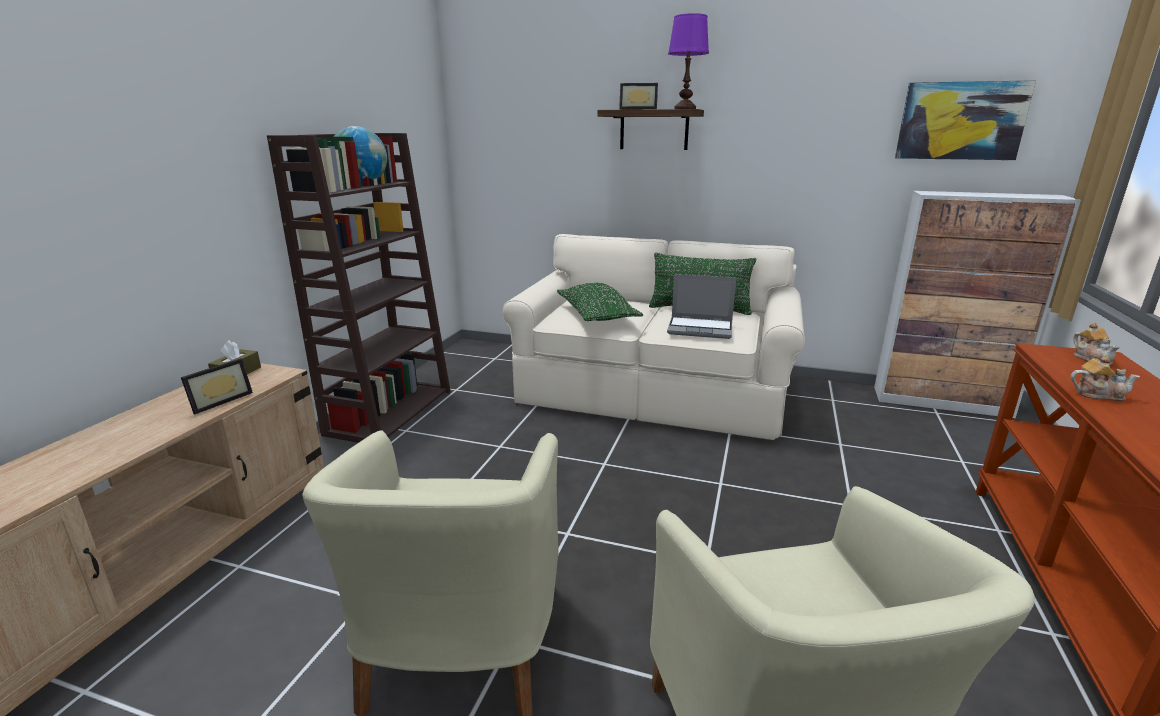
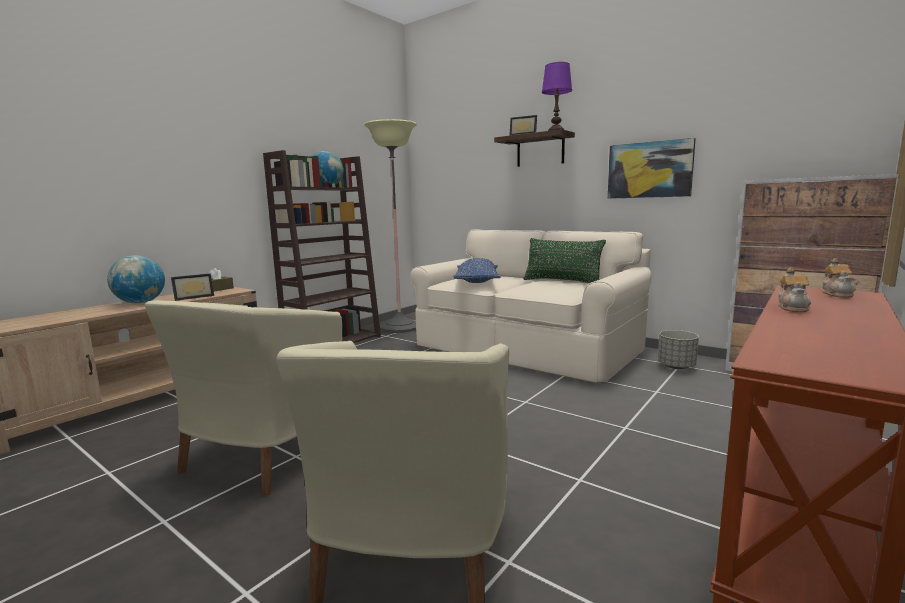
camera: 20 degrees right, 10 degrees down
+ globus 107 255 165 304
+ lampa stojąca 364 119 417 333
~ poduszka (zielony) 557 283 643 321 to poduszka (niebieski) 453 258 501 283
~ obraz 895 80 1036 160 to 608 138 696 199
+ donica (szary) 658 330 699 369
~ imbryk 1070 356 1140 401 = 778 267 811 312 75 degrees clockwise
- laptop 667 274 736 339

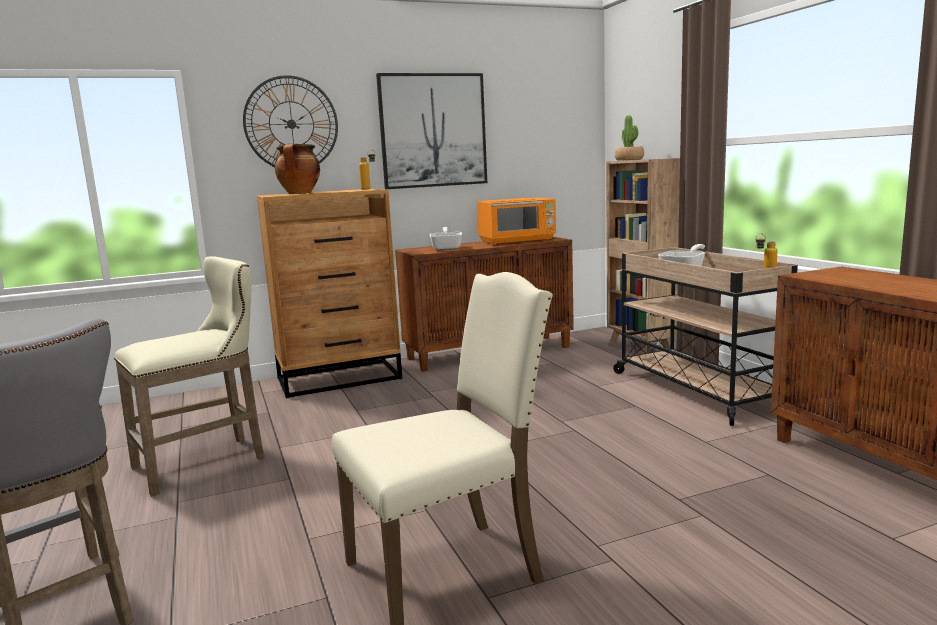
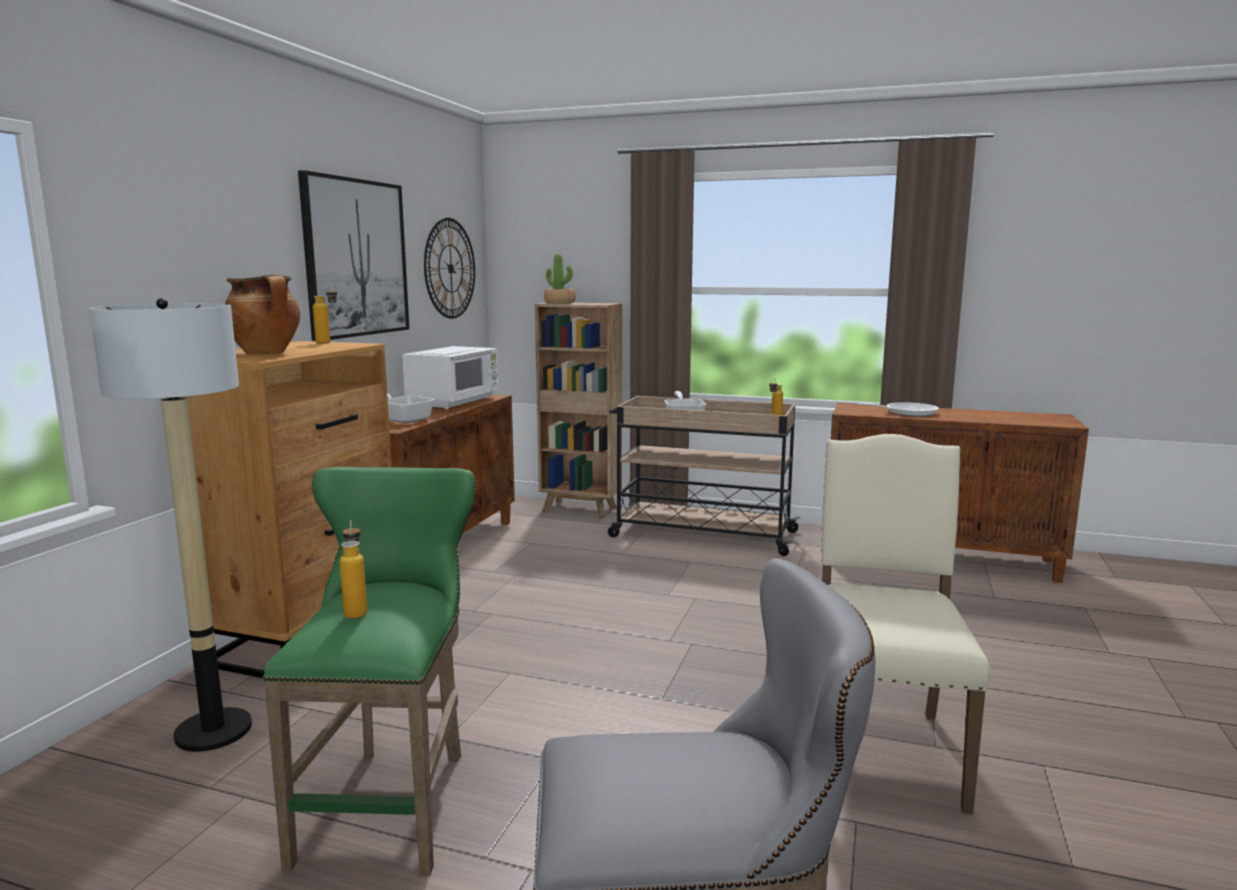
camera: 50 degrees left, 0 degrees up
+ lampa stojąca 89 298 252 752
~ stołek (beżowy) 114 256 264 497 to stołek (zielony) 263 467 476 876
+ butelka 340 520 367 619
~ mikrofalówka (pomarańczowy) 477 198 556 245 to mikrofalówka (biały) 402 346 499 409
~ zegar ścienny 243 75 338 167 to 424 218 475 319
+ patelnia 858 402 939 417

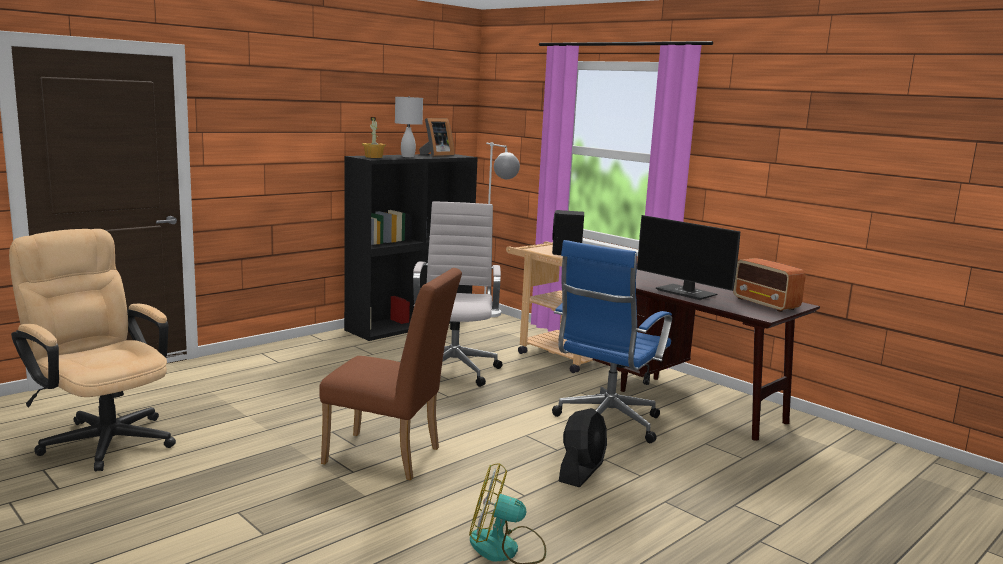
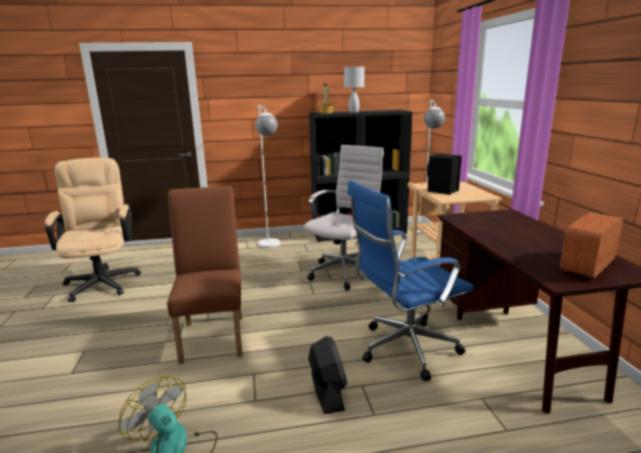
camera: 35 degrees right, 5 degrees up
~ krzesło (brązowy) 319 268 462 480 = 167 186 243 364 150 degrees counterclockwise
+ lampa stojąca (biały) 255 105 281 248
~ wentylator (czarny) 559 408 607 487 = 308 336 347 414 75 degrees counterclockwise
~ radio 733 258 806 312 = 560 212 623 279 45 degrees clockwise
- ramka na zdjęcie 419 118 455 157
- monitor 637 215 740 300

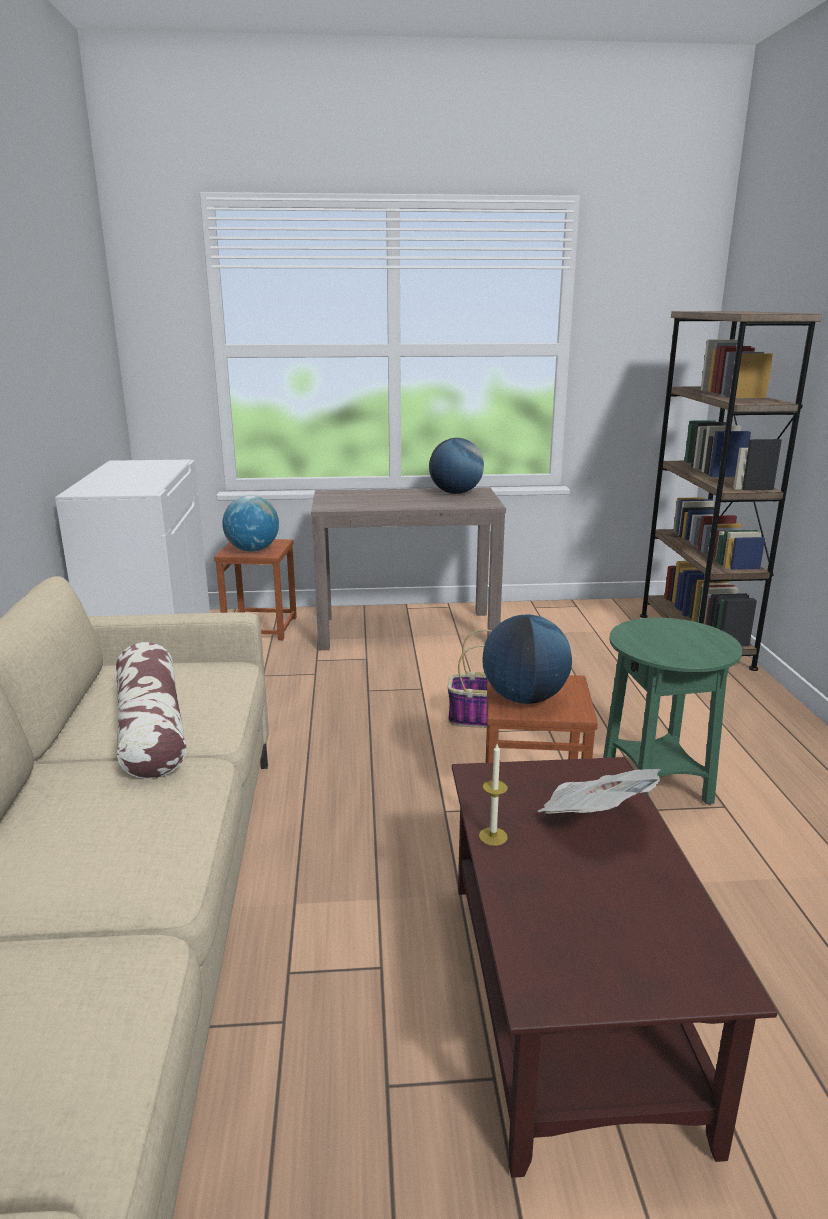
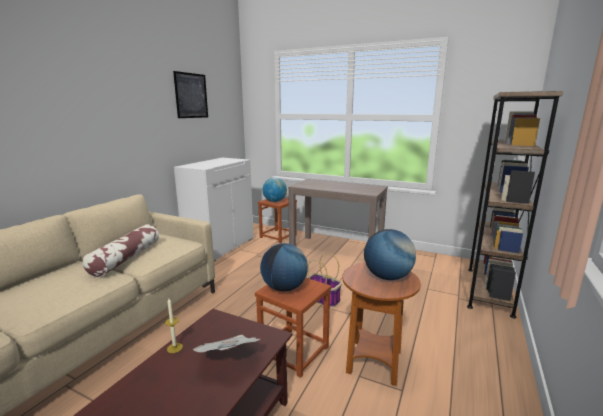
camera: 30 degrees right, 5 degrees down
+ obraz 173 71 208 118
~ stolik (zielony) 603 618 742 804 to stolik (brązowy) 342 262 421 386
~ globus 429 438 484 494 to 364 229 416 280

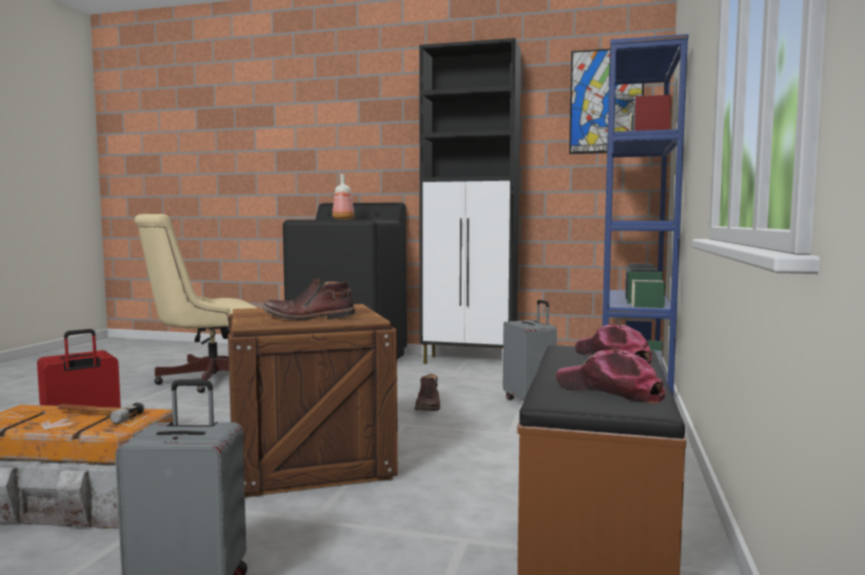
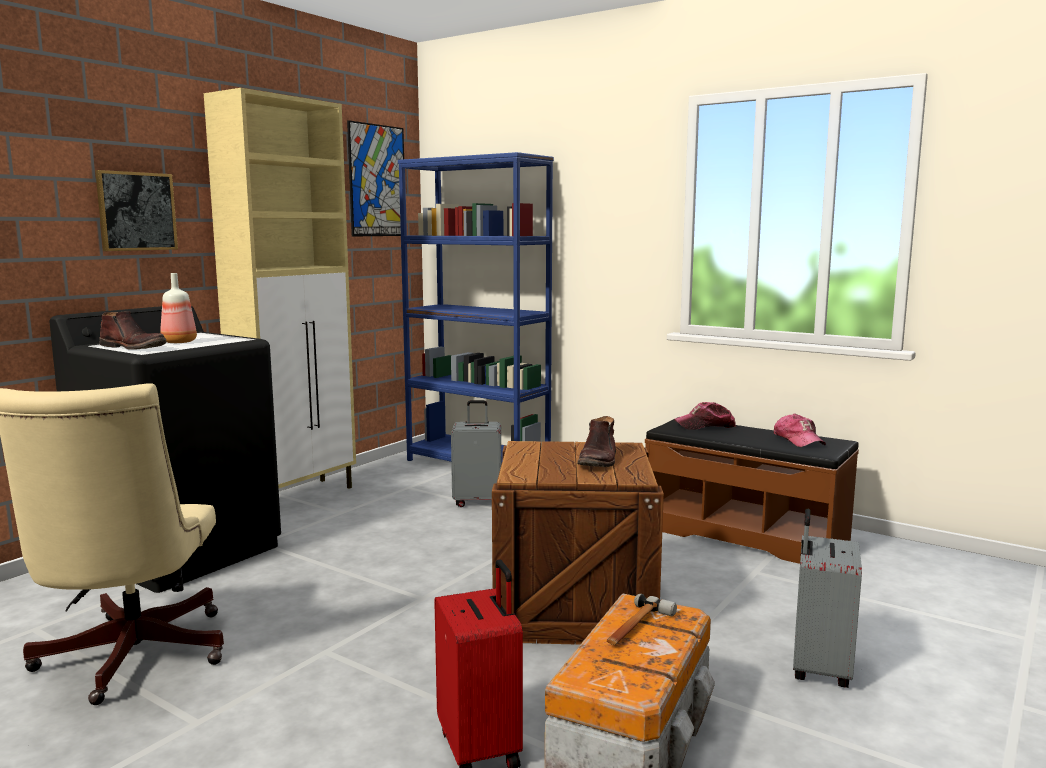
camera: 70 degrees left, 5 degrees up
+ obraz 95 170 178 251
~ but z cholewką (brązowy) 414 374 440 411 to 99 311 167 350
~ szafka (czarny) 419 38 521 364 to szafka (beżowy) 204 88 356 489
~ czapka z daszkiem 556 350 666 403 = 774 414 826 447 75 degrees counterclockwise

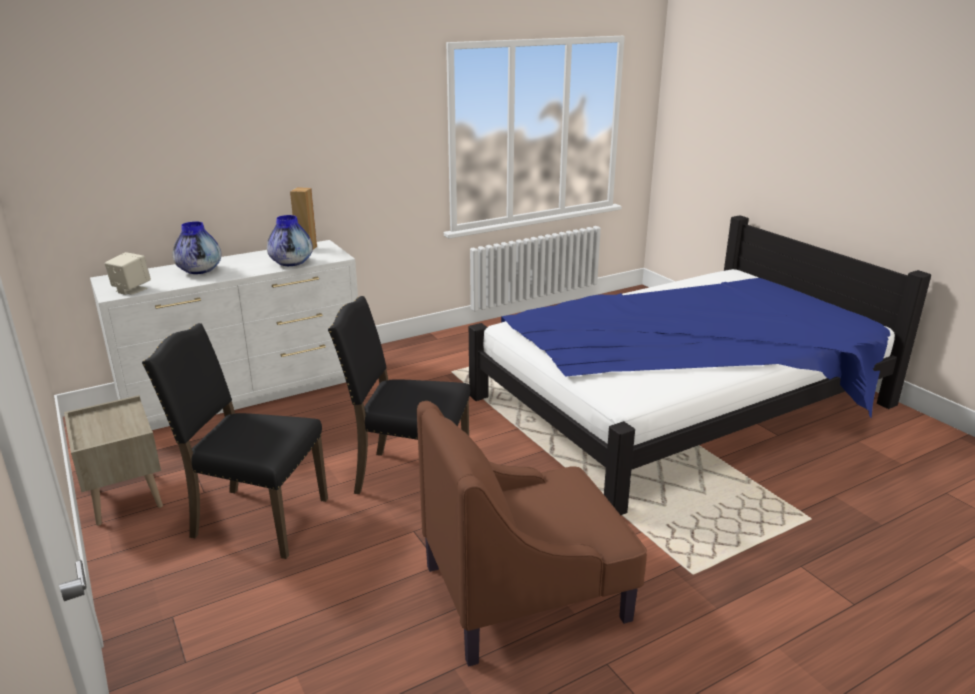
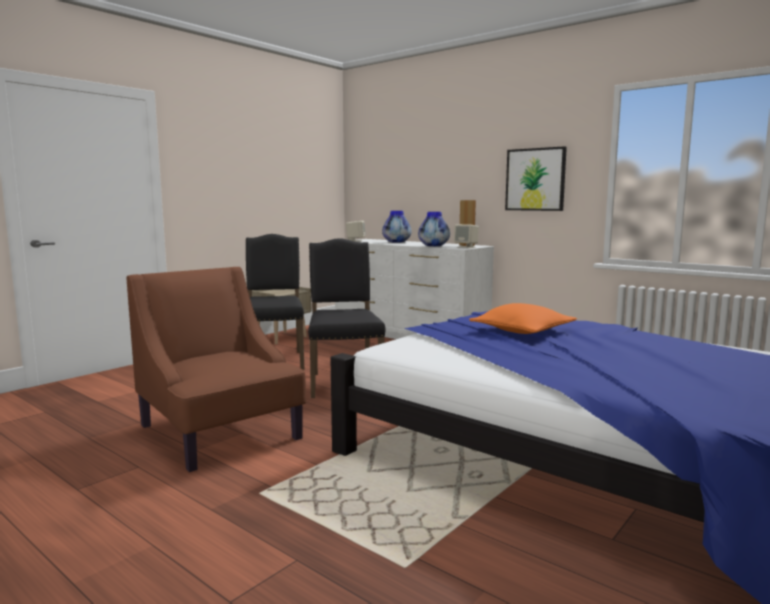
camera: 70 degrees right, 15 degrees down
+ głośnik (beżowy) 454 224 479 248
+ poduszka (pomarańczowy) 469 303 577 334
+ obraz 505 146 567 211

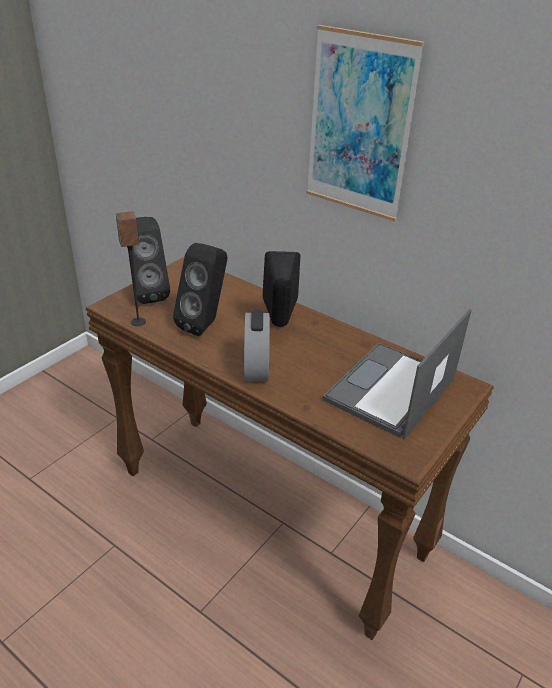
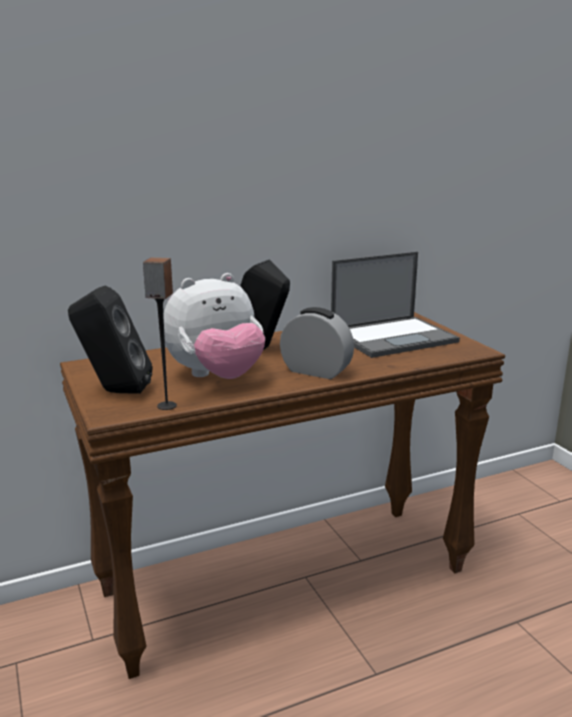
camera: 60 degrees left, 15 degrees down
~ głośnik (czarny) 173 243 228 336 to pluszak 163 273 265 379
~ laptop 322 309 471 439 = 331 251 460 358 90 degrees counterclockwise
- obraz 306 25 425 222

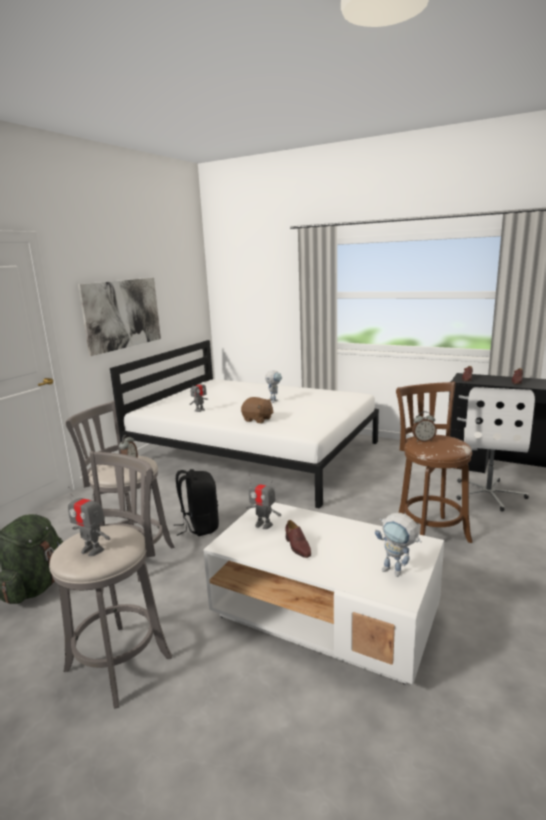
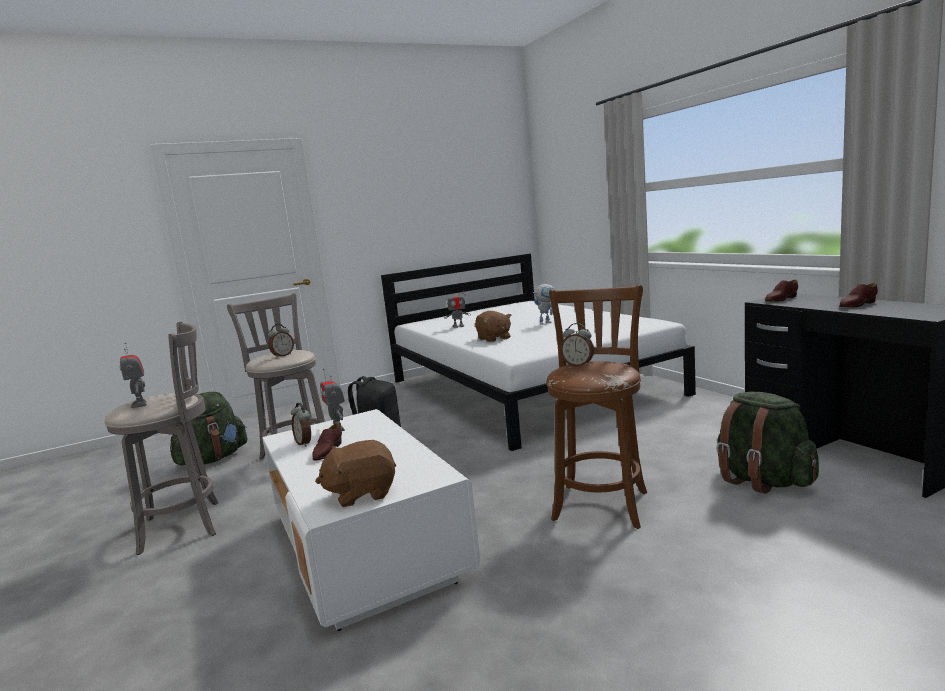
camera: 35 degrees right, 5 degrees down
+ budzik 291 403 311 447
~ robot zabawkowy 375 513 422 577 to pluszak (brązowy) 315 440 396 507
~ krzesło biurowe (biały) 457 387 535 512 to plecak (zielony) 717 392 819 494
- obraz 78 278 161 356

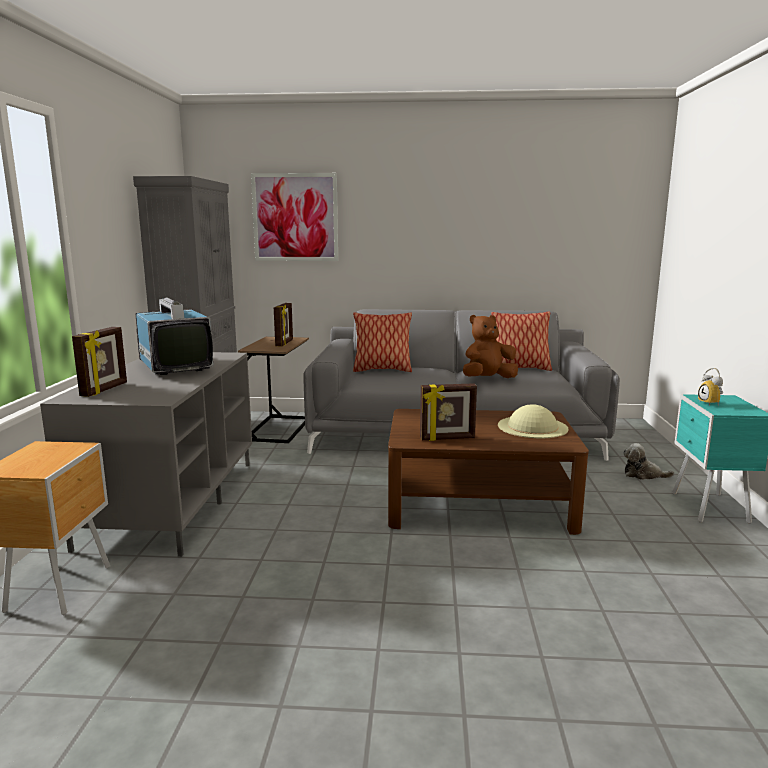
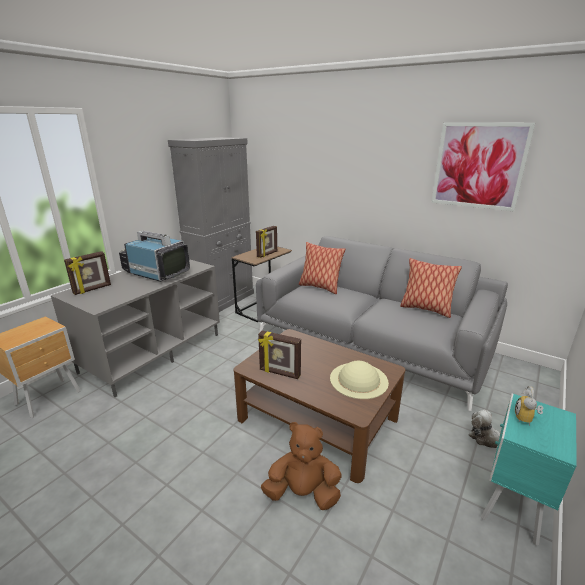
camera: 30 degrees right, 10 degrees up
~ telewizor 135 297 213 375 = 119 231 190 282 60 degrees counterclockwise
~ pluszak (brązowy) 463 315 518 378 to 261 422 342 510
~ obraz 251 173 338 261 to 431 122 535 211

